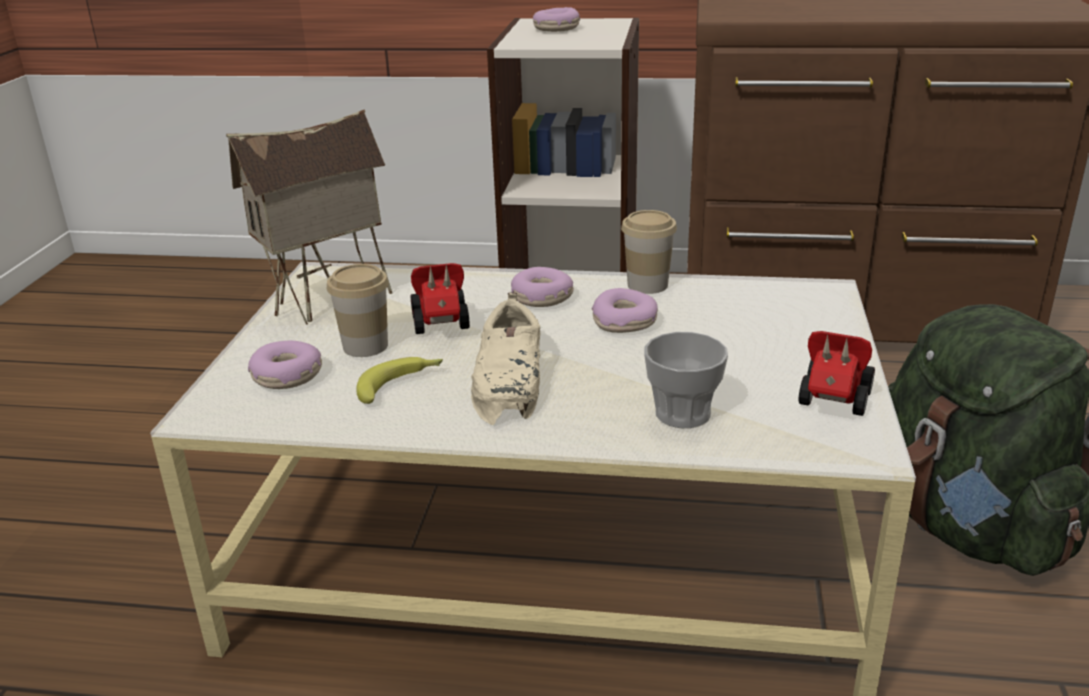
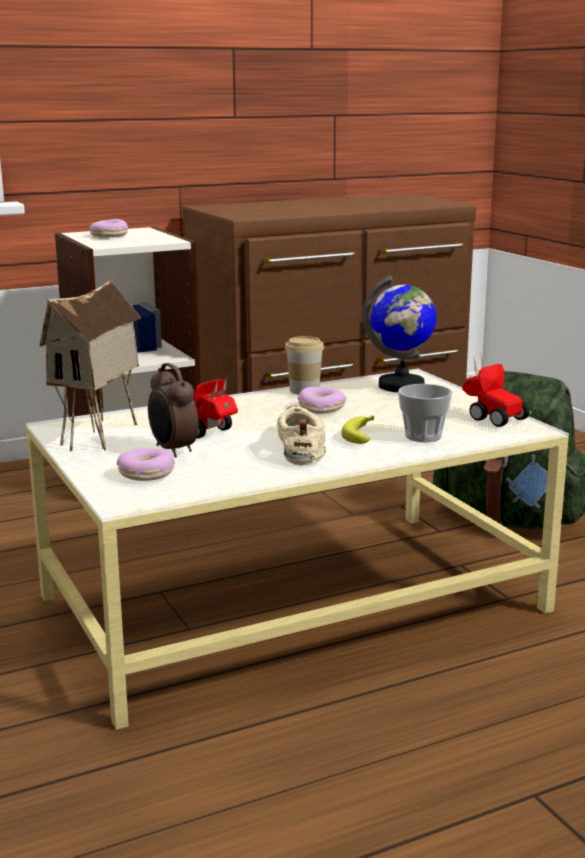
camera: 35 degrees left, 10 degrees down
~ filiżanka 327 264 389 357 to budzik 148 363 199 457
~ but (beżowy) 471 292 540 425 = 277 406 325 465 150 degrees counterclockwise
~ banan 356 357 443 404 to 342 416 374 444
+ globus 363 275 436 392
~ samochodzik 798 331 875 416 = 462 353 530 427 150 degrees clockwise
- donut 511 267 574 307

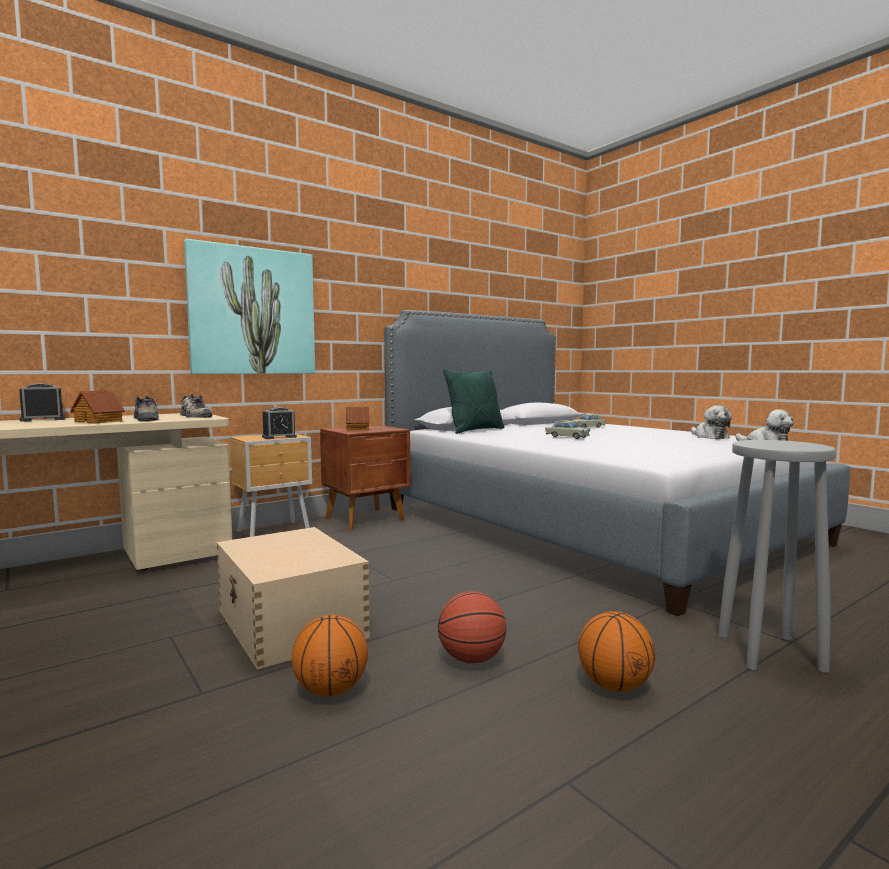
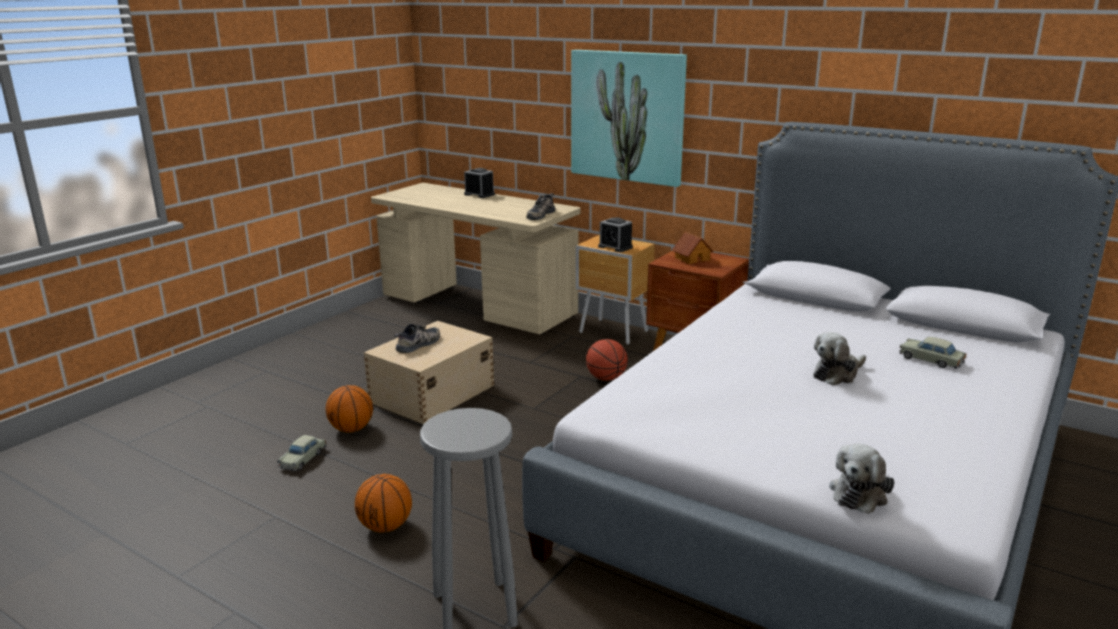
camera: 70 degrees right, 15 degrees up
~ samochodzik (beżowy) 545 420 590 439 to 277 435 326 471
~ but 134 396 159 421 to 394 324 440 353
~ piłka do koszykówki 438 591 506 664 to 586 339 628 381
~ pluszak 691 405 732 439 to 813 332 866 385
- domek 70 390 125 424
- poduszka (zielony) 443 369 504 434

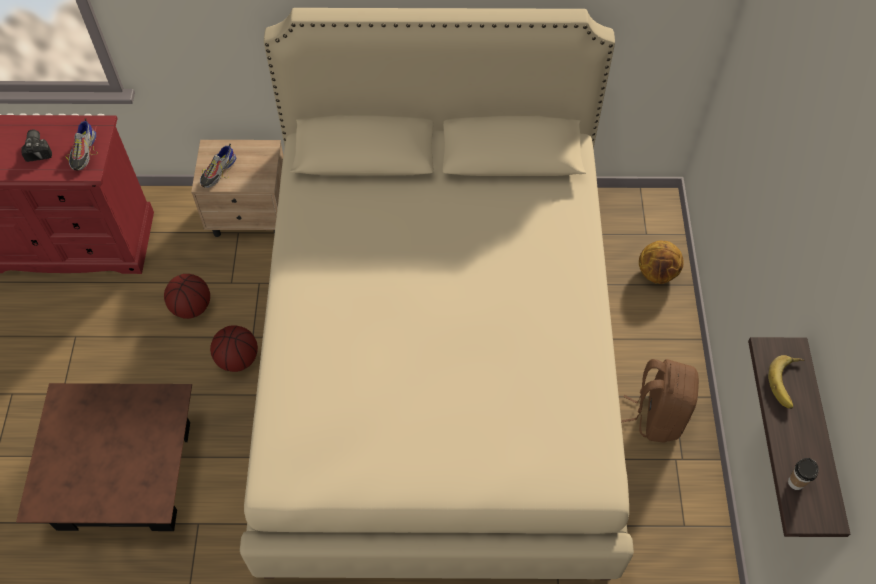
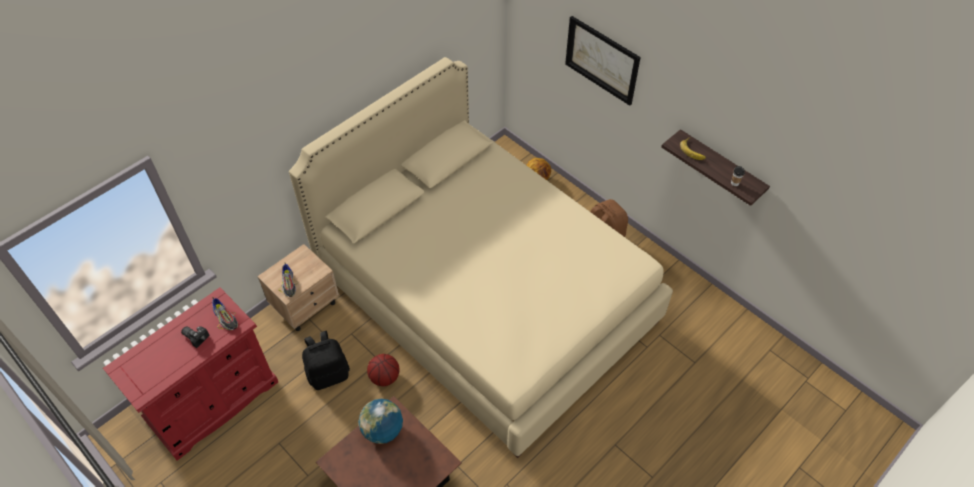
camera: 45 degrees left, 5 degrees down
~ piłka do koszykówki 164 274 210 319 to plecak (czarny) 302 331 350 390
+ globus 358 399 403 444
+ obraz 565 16 641 106

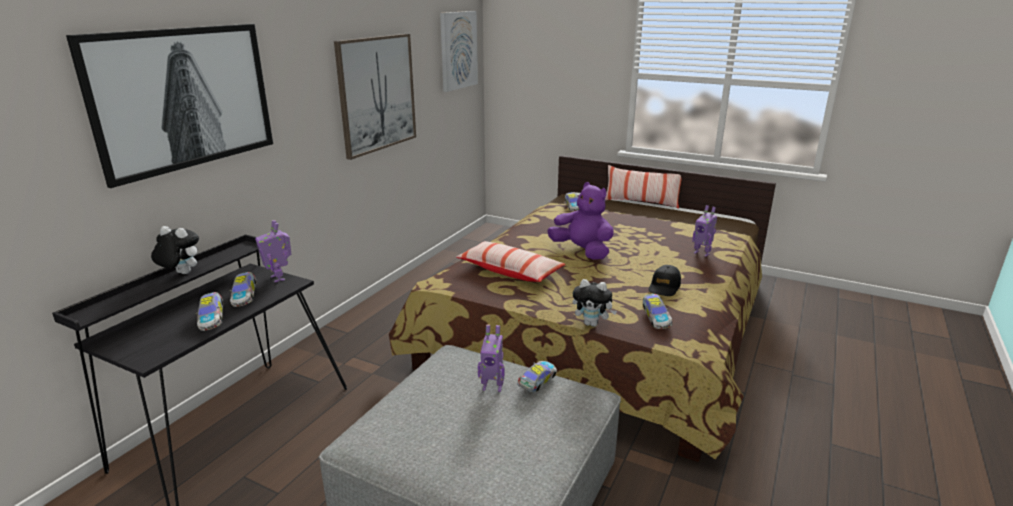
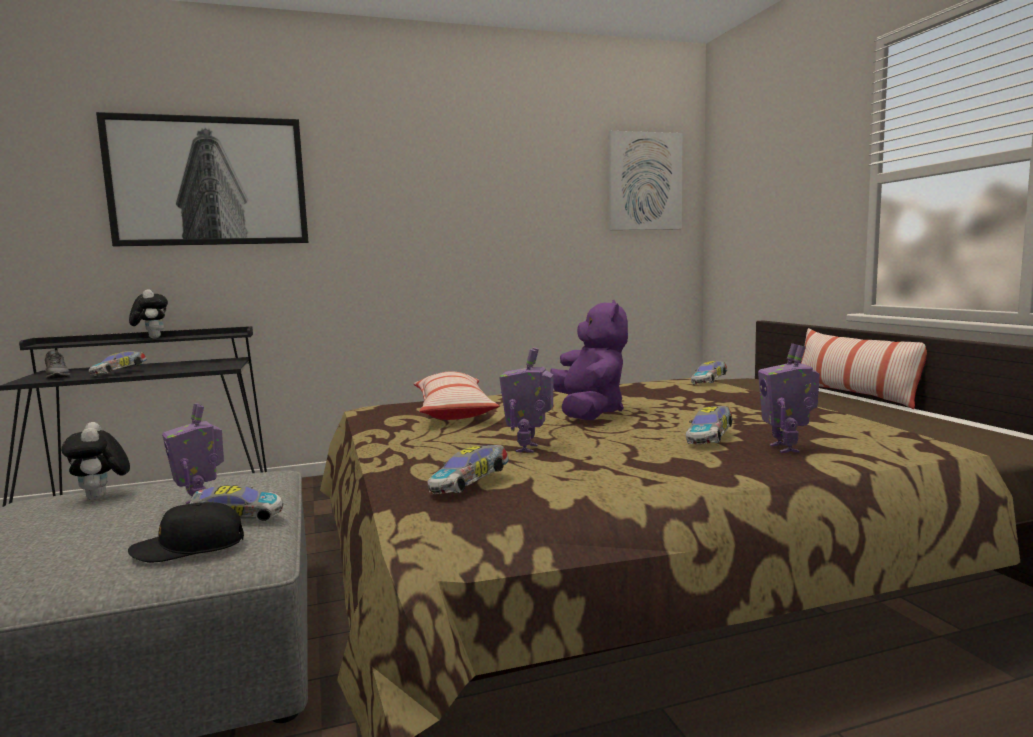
camera: 45 degrees right, 15 degrees down
+ but (szary) 45 350 71 379
~ pluszak 573 279 617 327 to 61 422 130 500
~ czapka z daszkiem (czarny) 649 265 681 296 to 128 502 244 562
~ robot zabawkowy 255 220 291 282 to 499 347 553 453
~ samochodzik 229 272 257 307 to 686 406 733 444
- obraz 334 34 416 160

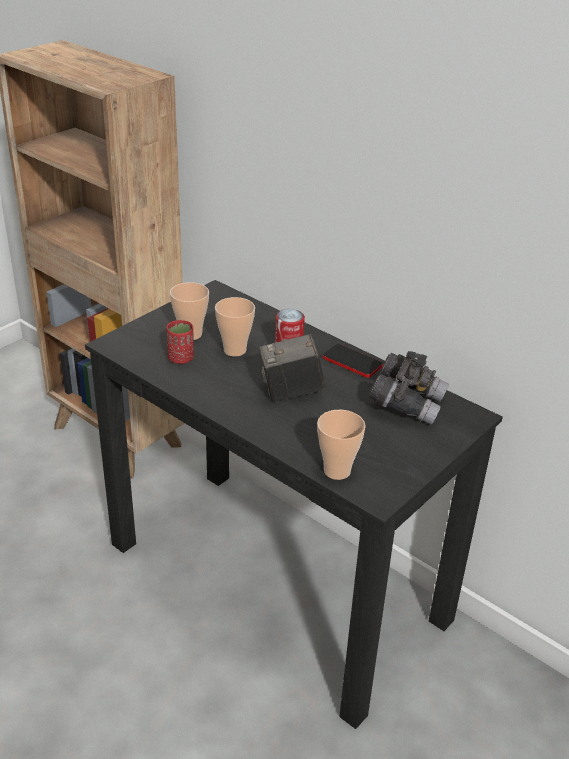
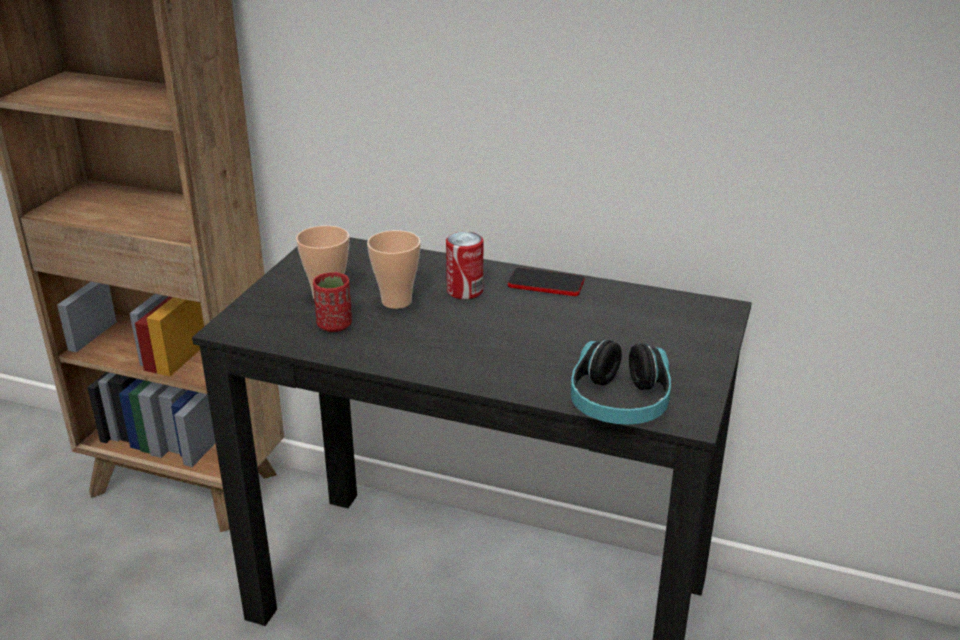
camera: 20 degrees left, 5 degrees down
~ filiżanka 317 410 366 480 to słuchawki 571 340 671 424
- aparat fotograficzny 259 334 325 402
- lornetka (szary) 369 351 449 425

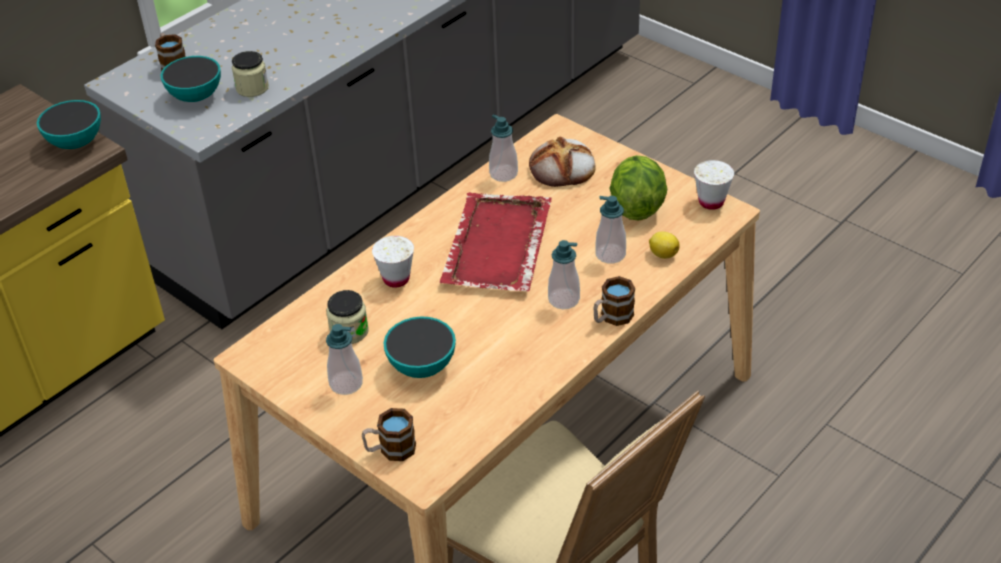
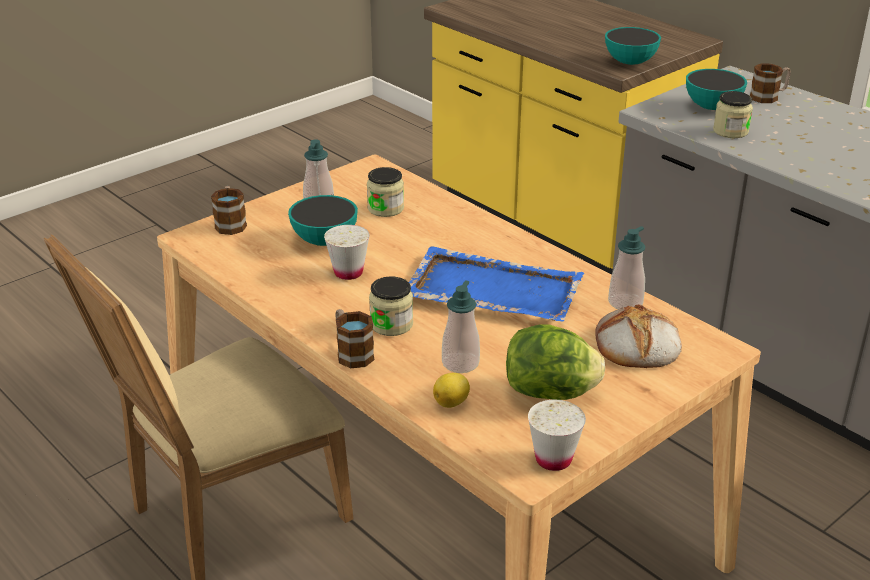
camera: 95 degrees right, 10 degrees down
~ filiżanka (biały) 372 236 414 288 to 324 225 370 280
~ dozownik mydła 548 240 580 309 to słoik 369 276 413 336
~ taca (czerwony) 439 192 552 292 to taca (niebieski) 409 246 584 321

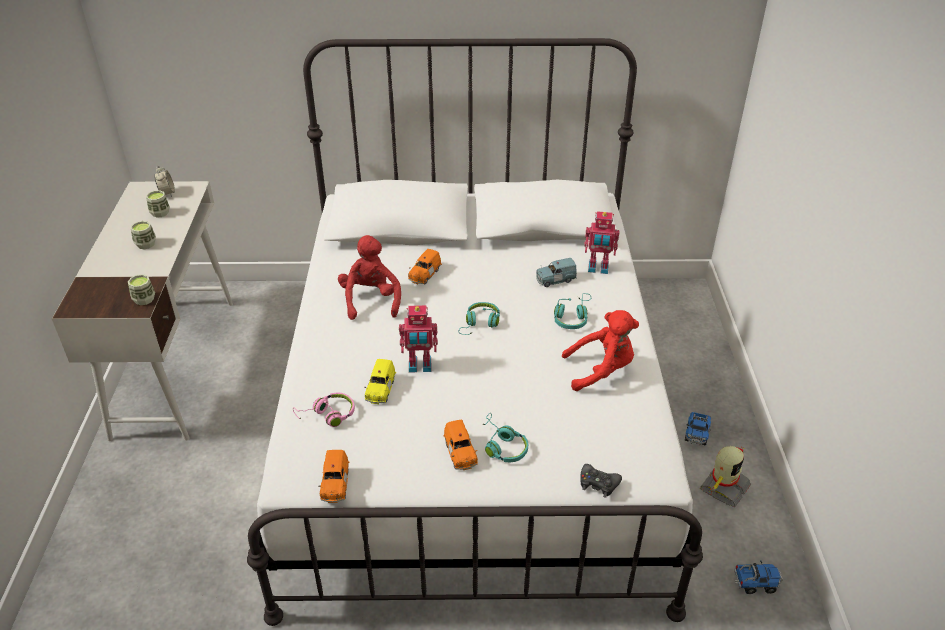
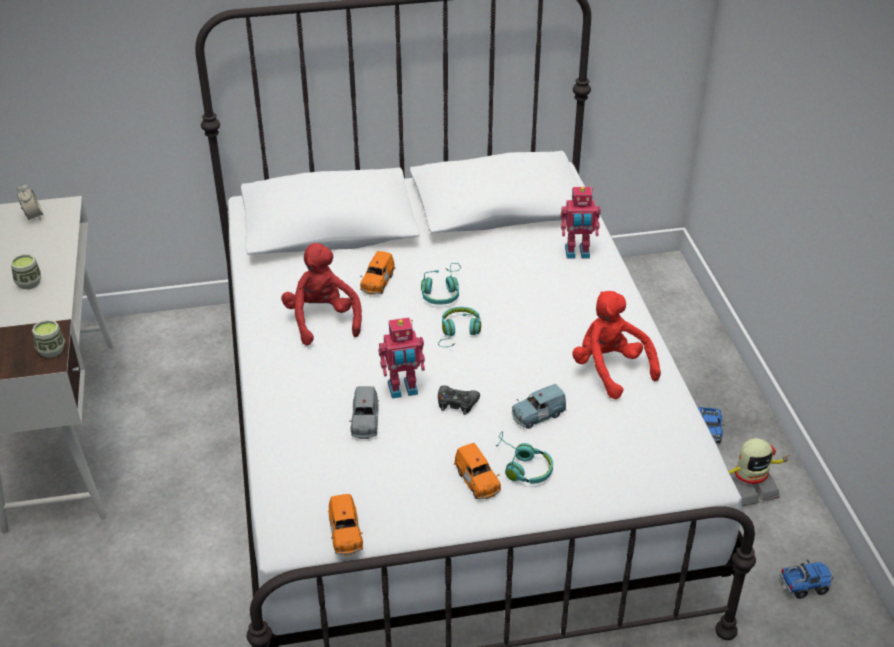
camera: 10 degrees left, 0 degrees up
~ samochodzik (żółty) 364 359 396 404 to samochodzik (szary) 349 386 379 439
~ słuchawki (turkusowy) 554 293 591 329 to 421 263 461 305
~ pad do gier (czarny) 580 464 622 498 to 438 386 480 415
~ samochodzik (niebieski) 536 258 577 287 to 512 384 567 429
~ pluszak (czerwony) 562 310 639 391 = 572 291 661 399 105 degrees counterclockwise
~ robot zabawkowy 700 446 751 507 = 729 438 791 506 45 degrees clockwise
- filiżanka 146 190 170 218
- słuchawki (różowy) 293 393 355 427

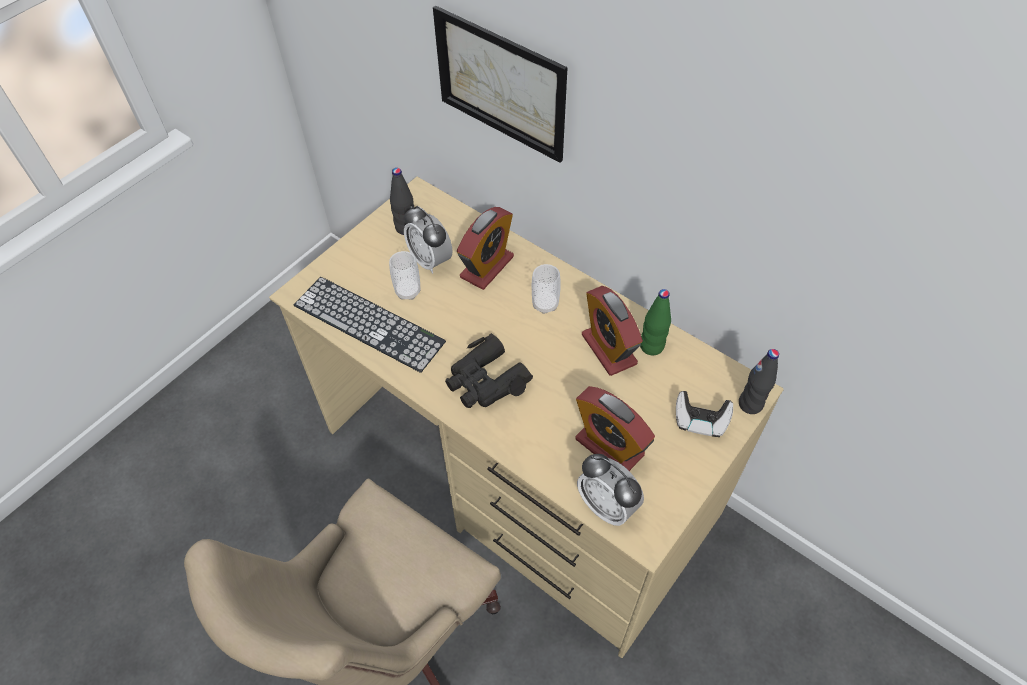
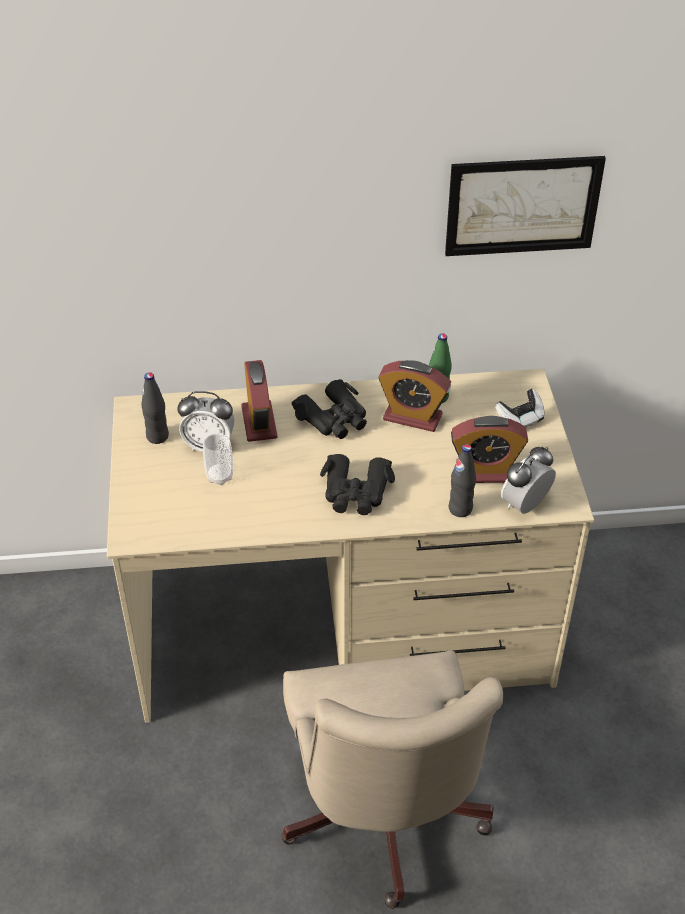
camera: 45 degrees left, 10 degrees down
~ filiżanka 532 264 561 314 to lornetka (czarny) 291 379 367 439
~ obraz 433 6 568 163 to 445 156 606 256
~ butelka (czarny) 739 349 779 414 to 449 444 476 517
~ budzik 577 454 644 526 = 501 447 556 513 135 degrees clockwise
- klawiatura 294 277 446 373

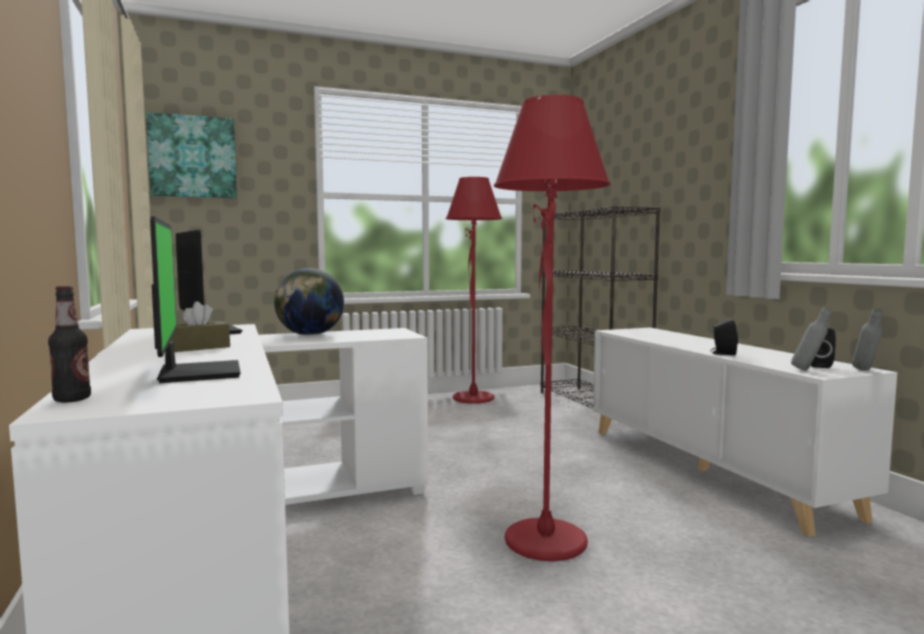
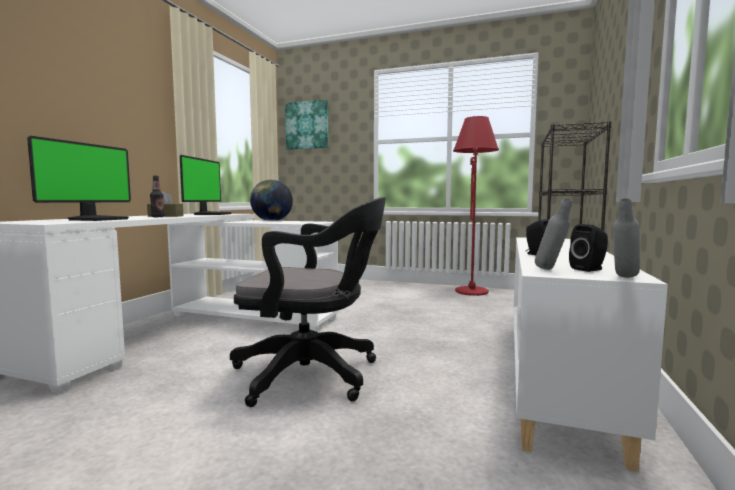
camera: 40 degrees right, 0 degrees up
~ butelka 48 286 91 403 to 150 176 164 217
~ lampa stojąca (czerwony) 494 95 610 561 to krzesło biurowe (czarny) 230 197 386 407

